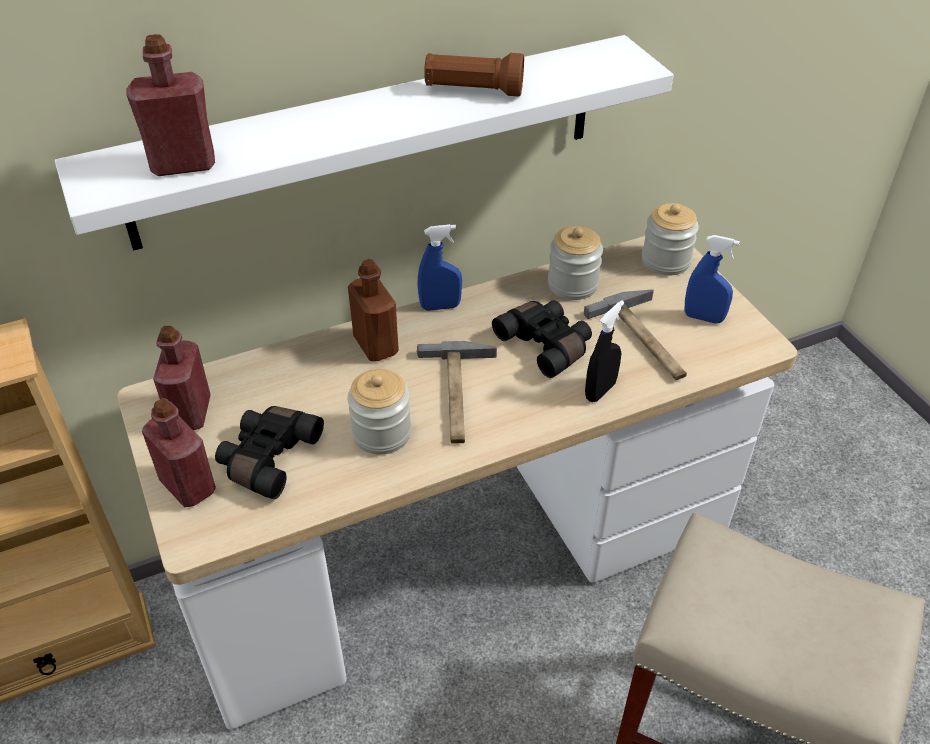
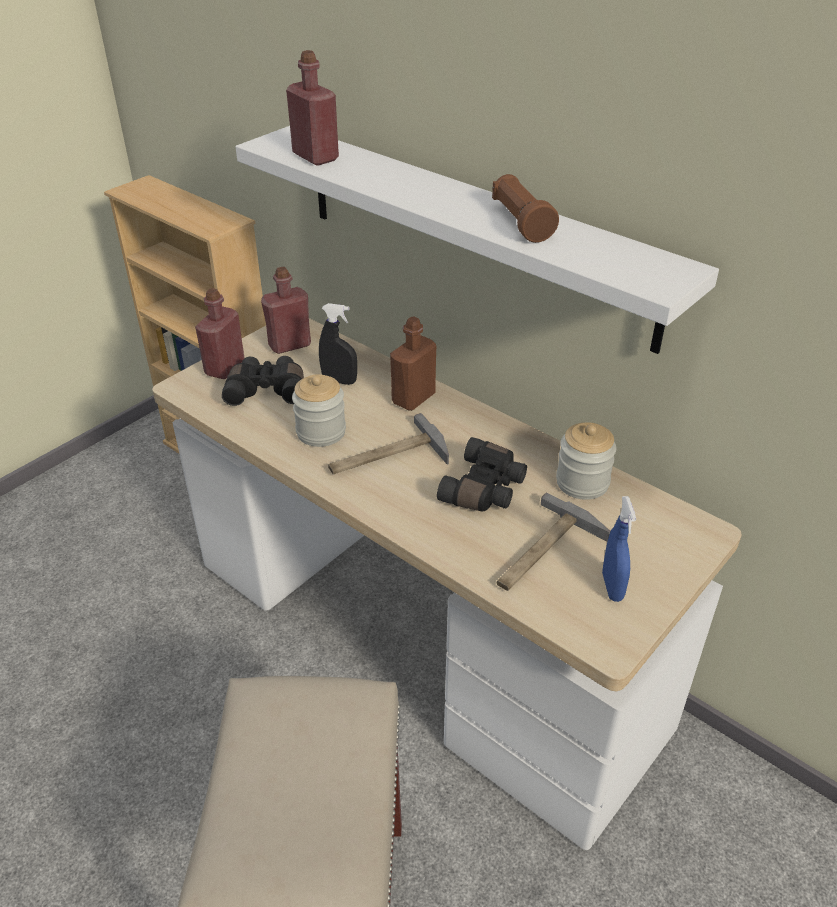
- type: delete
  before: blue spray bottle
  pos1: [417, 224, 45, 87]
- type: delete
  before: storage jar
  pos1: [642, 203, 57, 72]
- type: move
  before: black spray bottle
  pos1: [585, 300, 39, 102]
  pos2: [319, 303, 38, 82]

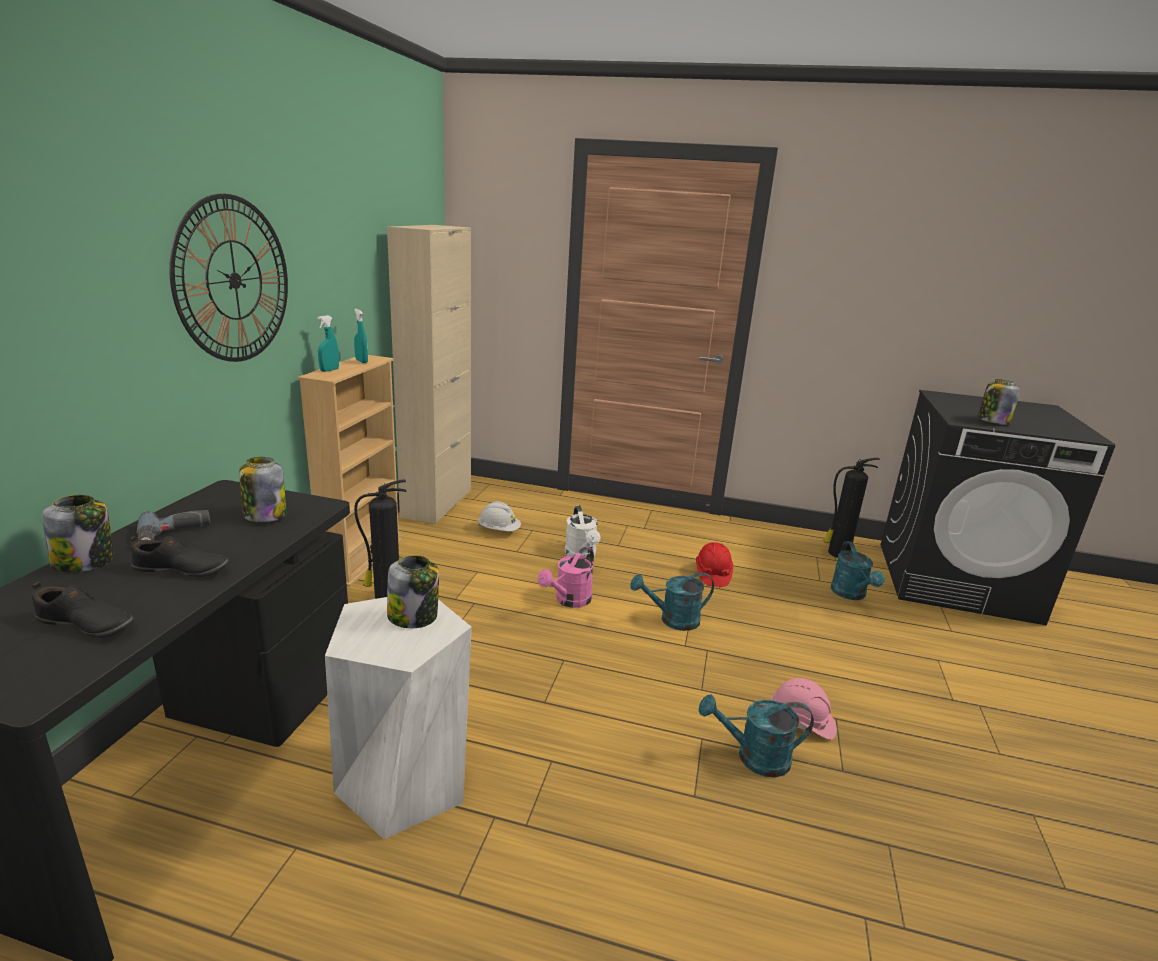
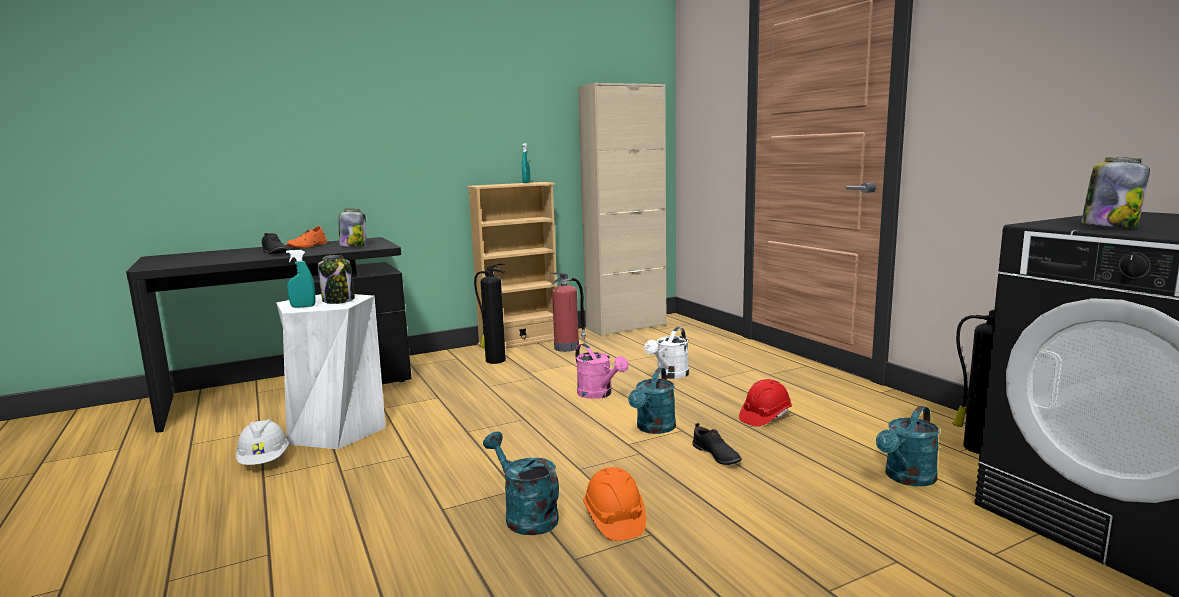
- type: delete
  before: storage jar
  pos1: [42, 495, 72, 78]
- type: delete
  before: hanging clock
  pos1: [169, 194, 119, 168]
- type: insert
  after: fire-fighting cylinder
  pos2: [550, 272, 36, 80]
- type: move
  before: black item of footwear
  pos1: [32, 582, 102, 56]
  pos2: [692, 423, 50, 42]
- type: move
  before: turquoise-coloured spray bottle
  pos1: [317, 315, 22, 57]
  pos2: [286, 250, 30, 57]
- type: move
  before: whitish safety helmet
  pos1: [478, 501, 43, 30]
  pos2: [236, 419, 53, 46]
- type: replace
  before: electric drill
  after: orange-coloured item of footwear
  pos1: [137, 510, 74, 30]
  pos2: [287, 226, 40, 22]
- type: recolor
  before: pink-coloured safety helmet
  after: orange-coloured safety helmet
  pos1: [771, 678, 66, 62]
  pos2: [583, 467, 63, 74]
- type: rotate
  before: pink-coloured watering can
  pos1: [538, 546, 56, 62]
  pos2: [575, 343, 53, 56]
  turn: -120
- type: rotate
  before: turquoise-coloured watering can
  pos1: [630, 573, 84, 58]
  pos2: [628, 368, 48, 66]
  turn: -105

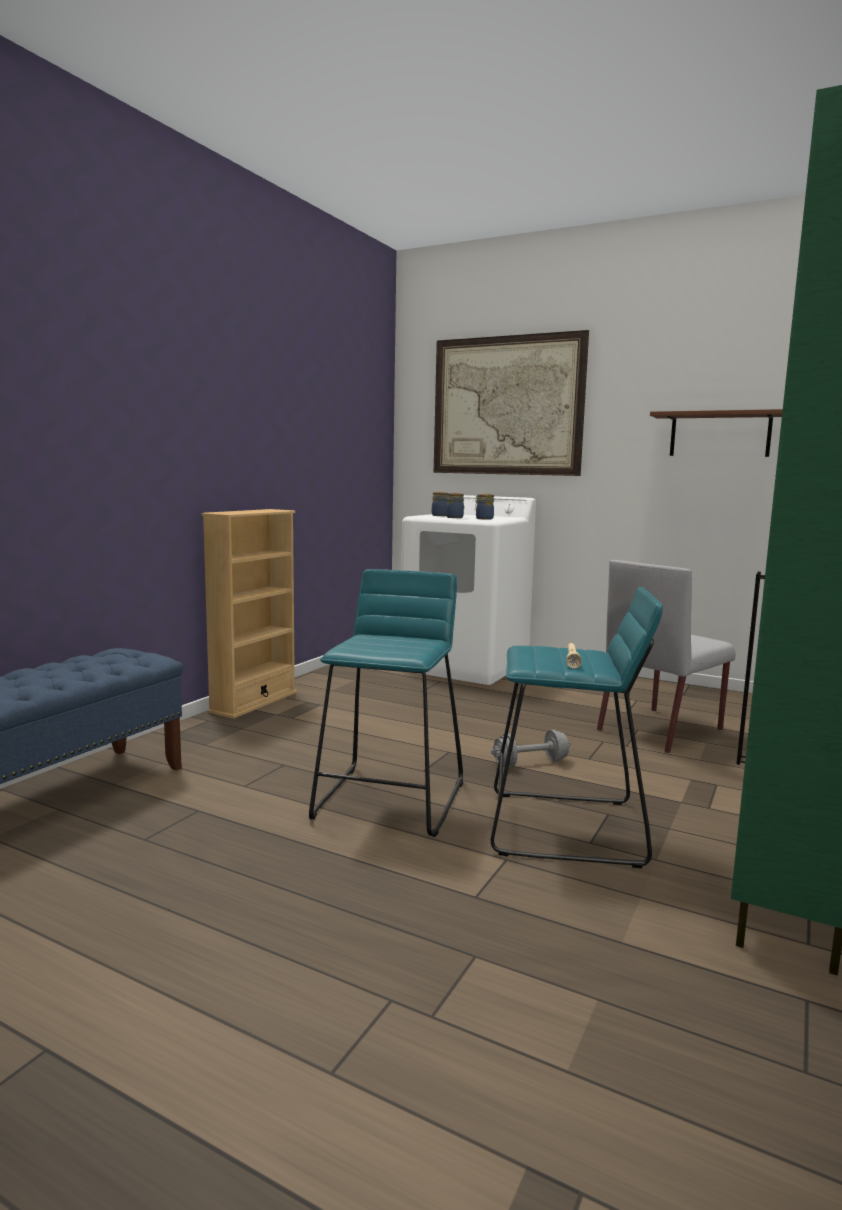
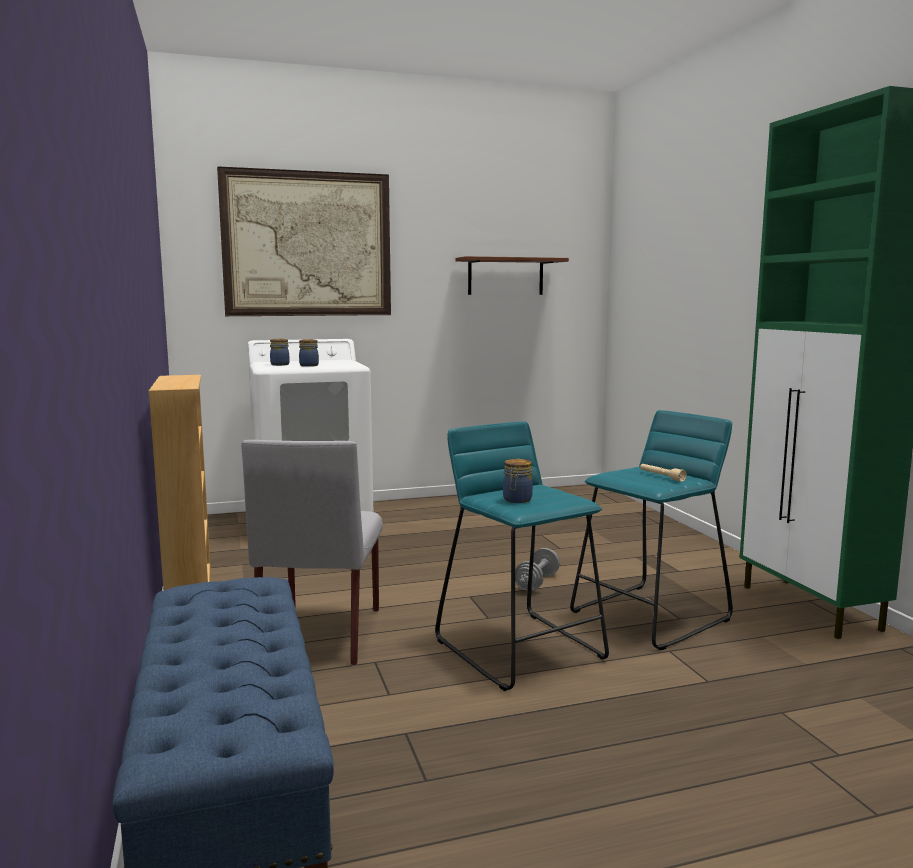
- type: move
  before: storage jar
  pos1: [475, 494, 19, 26]
  pos2: [503, 459, 30, 44]
- type: move
  before: gray chair
  pos1: [597, 560, 139, 194]
  pos2: [241, 440, 142, 226]

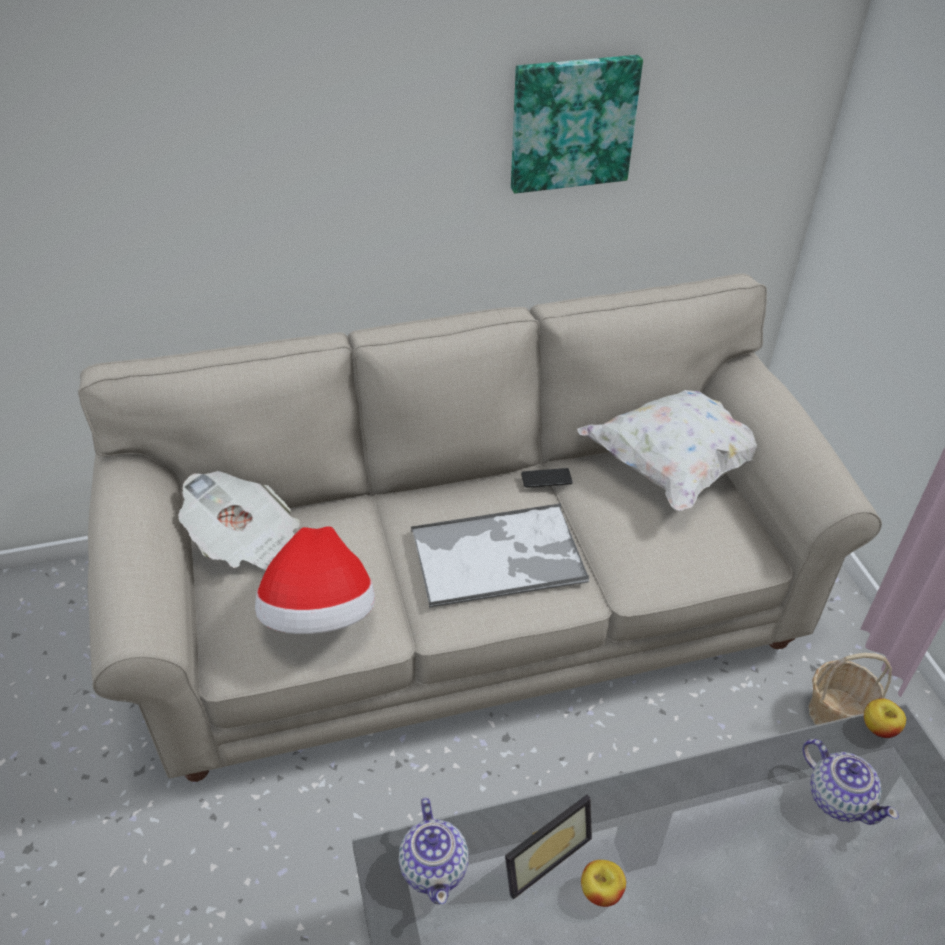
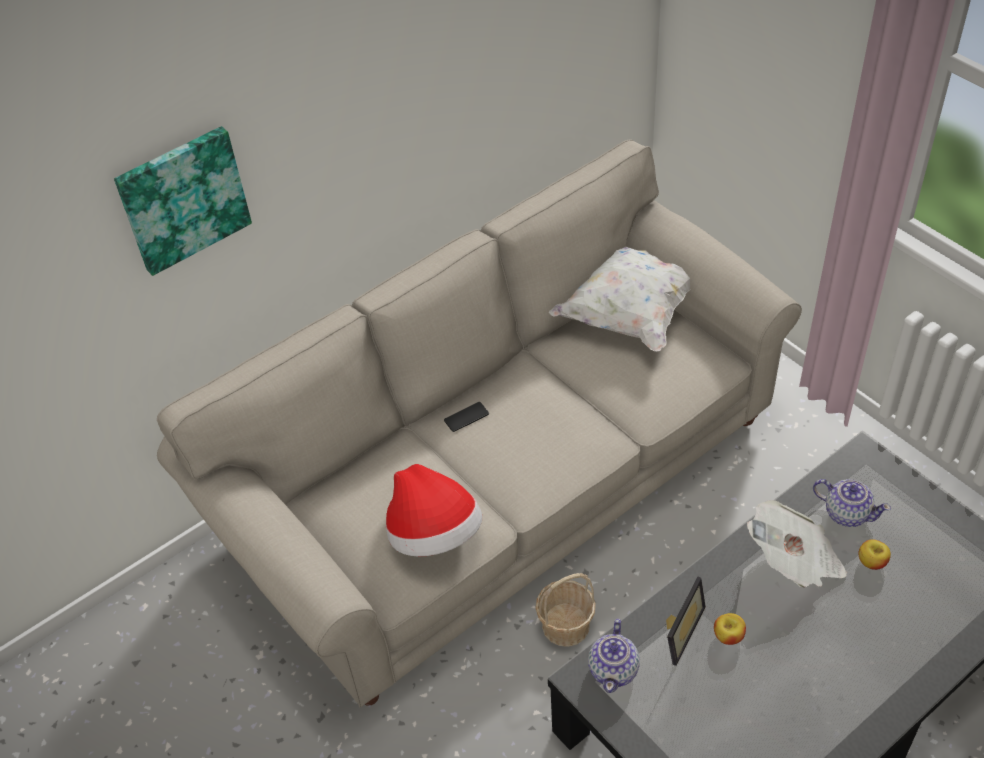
- type: delete
  before: carrying tray
  pos1: [411, 503, 178, 105]
- type: move
  before: printed paper
  pos1: [178, 471, 122, 99]
  pos2: [747, 500, 100, 88]
- type: move
  before: wall art
  pos1: [511, 55, 132, 139]
  pos2: [114, 126, 138, 150]
- type: move
  before: phone
  pos1: [521, 468, 52, 20]
  pos2: [444, 402, 45, 30]
- type: move
  before: basket
  pos1: [808, 653, 84, 72]
  pos2: [535, 573, 61, 74]
- type: move
  before: whole apple
  pos1: [864, 698, 42, 40]
  pos2: [858, 539, 33, 31]
- type: rotate
  before: tea pot
  pos1: [399, 797, 70, 107]
  pos2: [588, 619, 52, 74]
  turn: 45

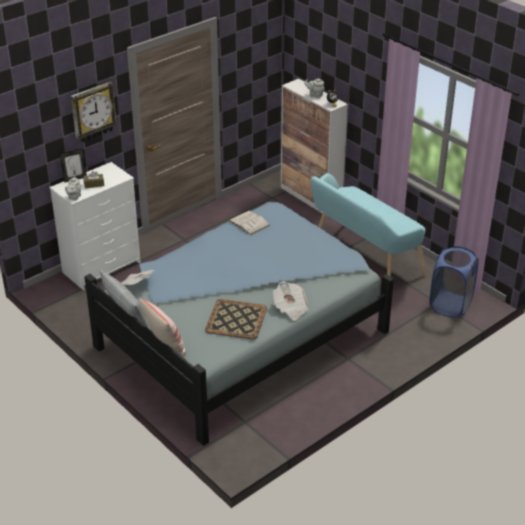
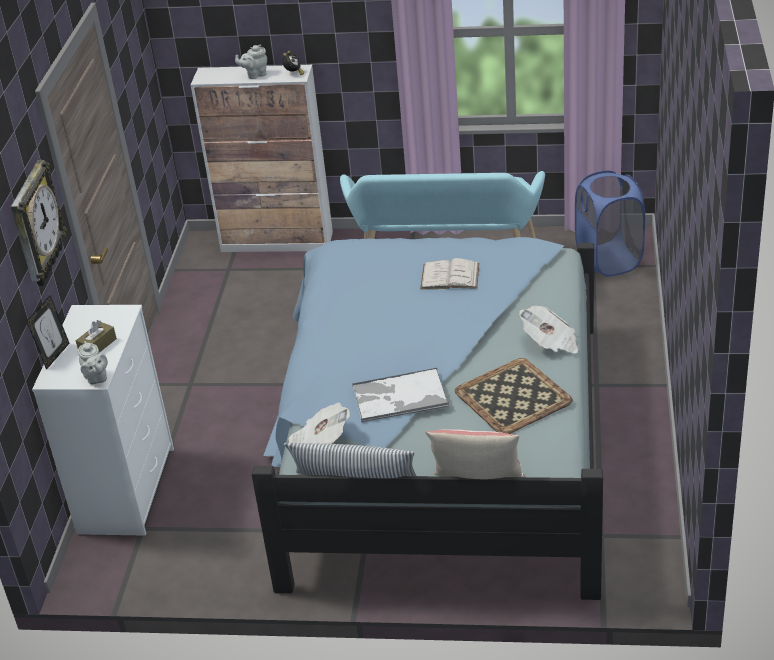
- type: insert
  after: carrying tray
  pos2: [352, 368, 97, 54]
- type: move
  before: whitish book
  pos1: [229, 211, 41, 24]
  pos2: [420, 258, 59, 31]

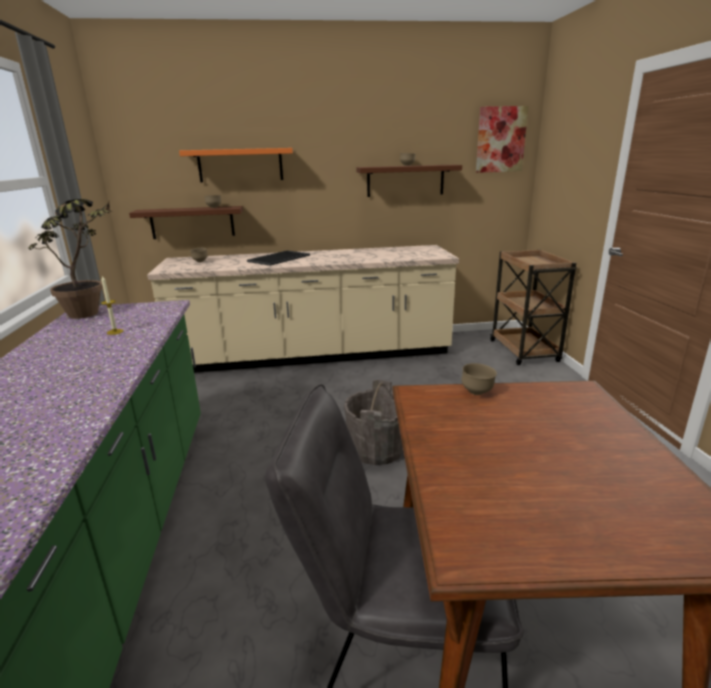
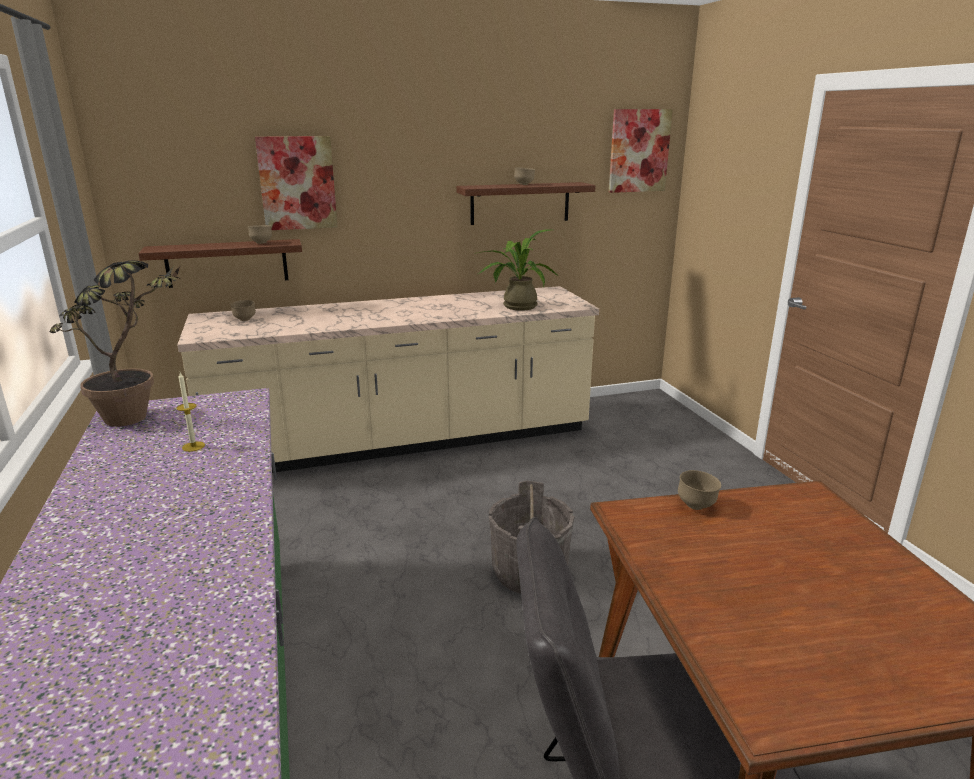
- type: delete
  before: carrying tray
  pos1: [247, 250, 63, 16]
- type: delete
  before: brown wheeled cart
  pos1: [490, 249, 87, 116]
- type: insert
  after: potted plant
  pos2: [478, 230, 79, 81]
- type: replace
  before: orange-coloured shelf
  after: wall art
  pos1: [179, 148, 114, 34]
  pos2: [255, 136, 83, 94]

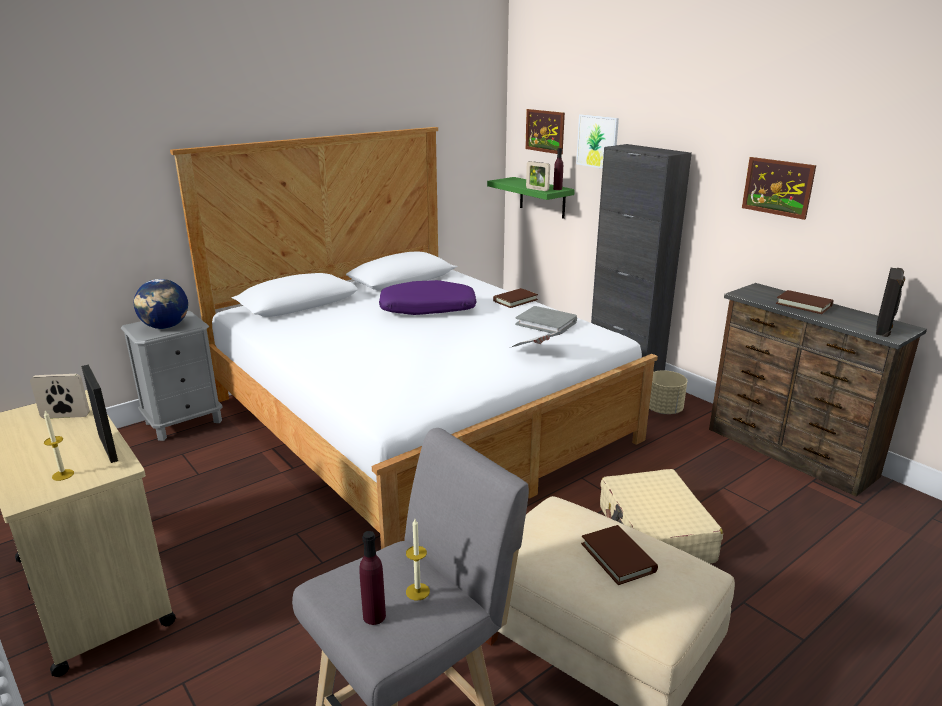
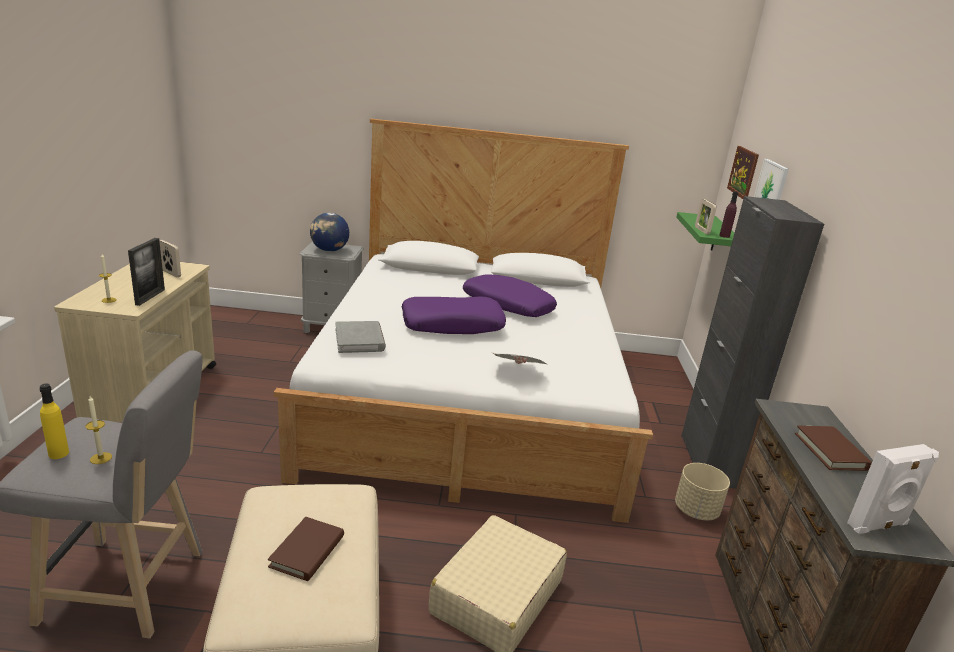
- type: delete
  before: brown book
  pos1: [493, 288, 45, 20]
- type: delete
  before: wall art
  pos1: [742, 157, 74, 63]
- type: insert
  after: purple-coloured cushion
  pos2: [402, 297, 104, 37]
- type: move
  before: gray book
  pos1: [515, 306, 62, 27]
  pos2: [335, 321, 51, 32]
- type: recolor
  before: purple-coloured beverage bottle
  after: yellowish beverage bottle
  pos1: [359, 531, 27, 94]
  pos2: [39, 384, 30, 75]
- type: recolor
  before: black audio speaker
  after: whitish audio speaker
  pos1: [876, 268, 29, 69]
  pos2: [847, 444, 92, 90]

